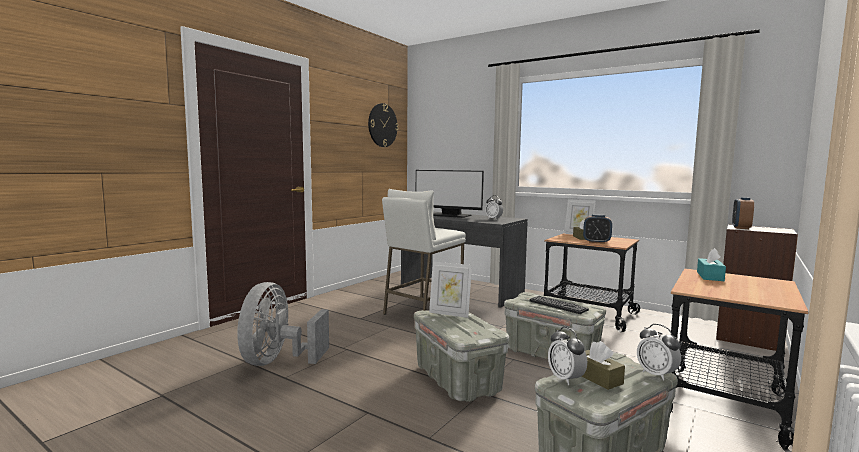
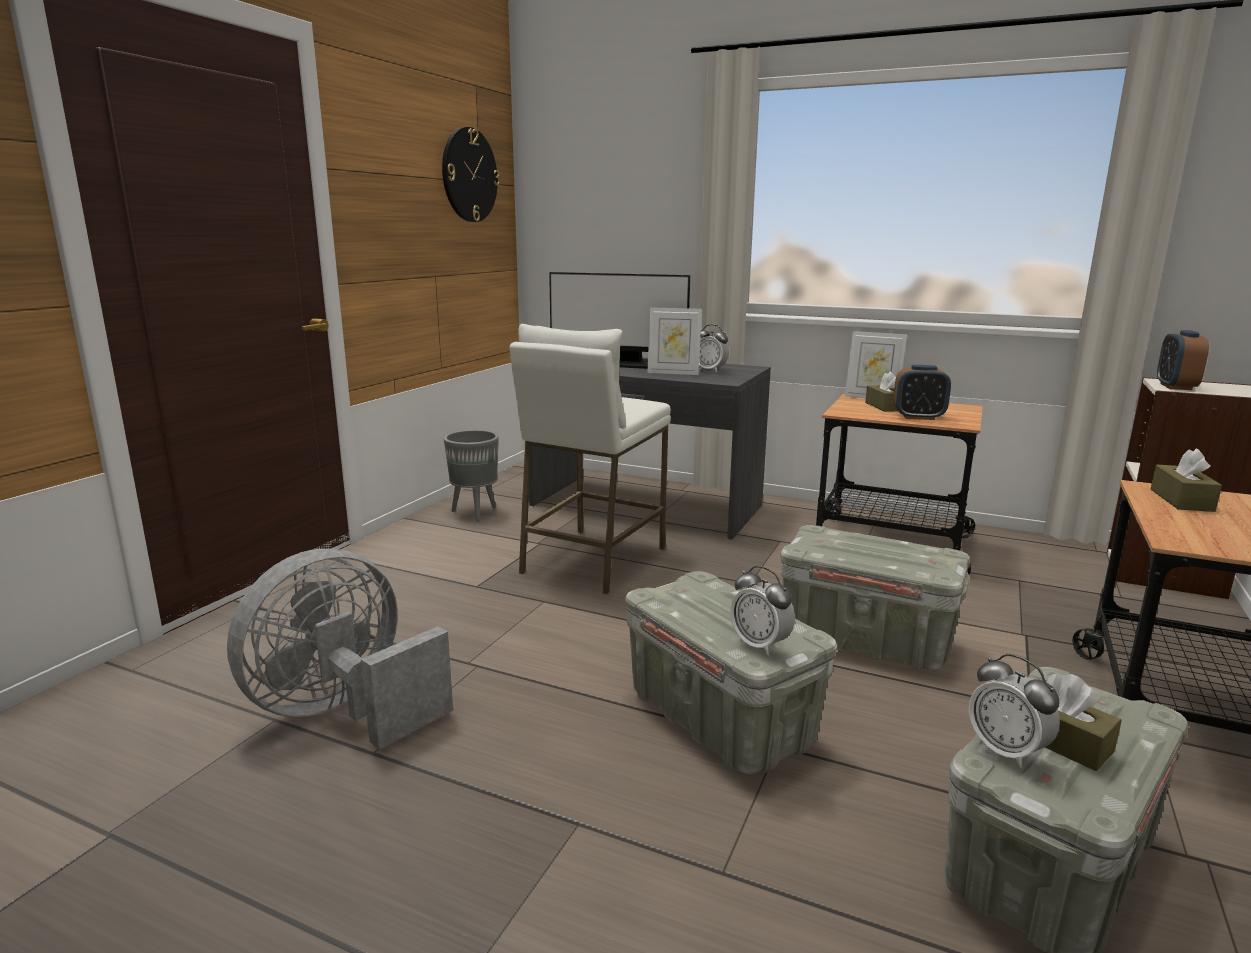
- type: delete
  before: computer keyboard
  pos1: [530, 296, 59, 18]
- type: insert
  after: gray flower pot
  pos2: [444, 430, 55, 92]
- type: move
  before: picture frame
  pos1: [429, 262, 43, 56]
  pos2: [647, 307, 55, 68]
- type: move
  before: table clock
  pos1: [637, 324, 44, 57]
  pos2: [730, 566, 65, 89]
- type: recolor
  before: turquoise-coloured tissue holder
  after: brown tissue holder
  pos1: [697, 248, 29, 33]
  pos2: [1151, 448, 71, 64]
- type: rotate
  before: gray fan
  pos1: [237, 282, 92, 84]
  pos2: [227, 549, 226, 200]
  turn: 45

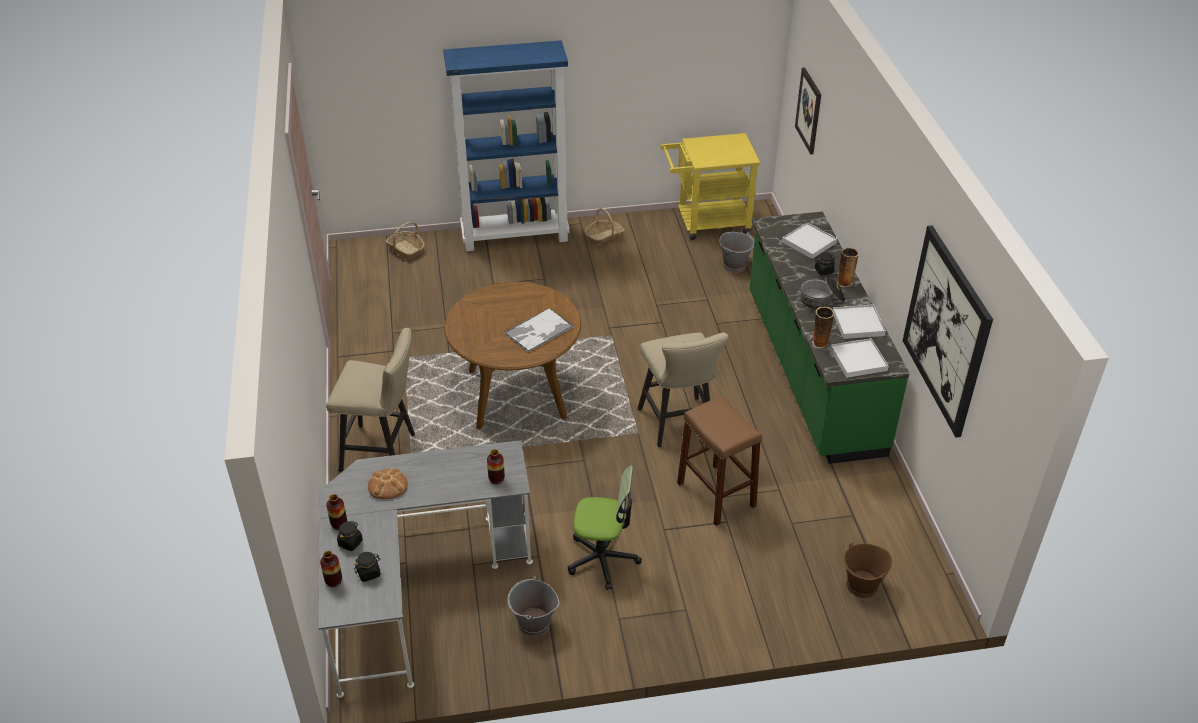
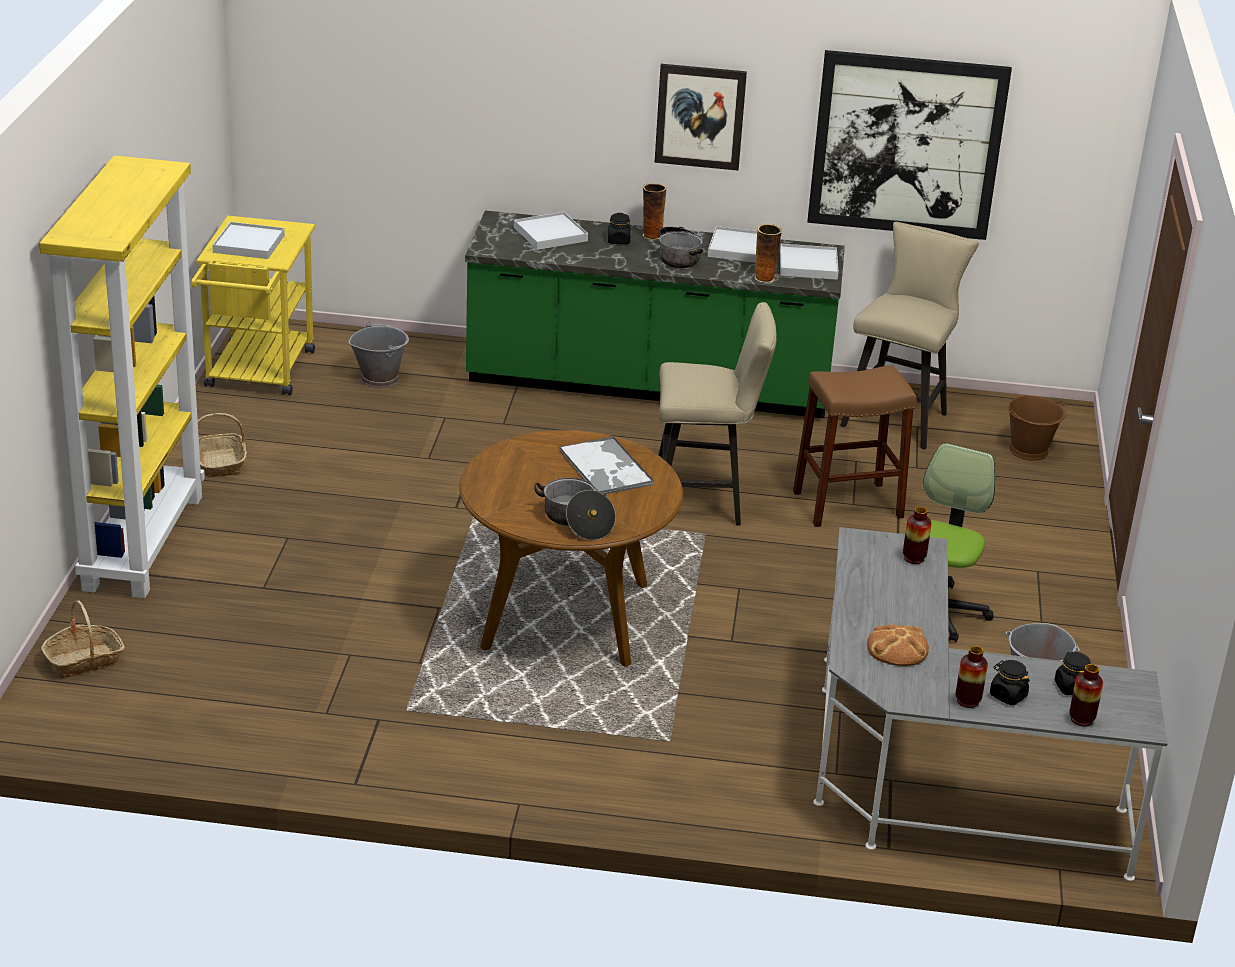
- type: insert
  after: whitish carrying tray
  pos2: [212, 222, 73, 37]
- type: insert
  after: stockpot
  pos2: [534, 478, 82, 62]
- type: move
  before: beige-coloured stool
  pos1: [326, 328, 89, 144]
  pos2: [840, 222, 139, 228]
- type: move
  before: wall art
  pos1: [795, 67, 26, 88]
  pos2: [655, 64, 92, 107]
- type: recolor
  before: blue bookcase
  after: yellowish bookcase
  pos1: [443, 41, 127, 210]
  pos2: [39, 156, 166, 442]

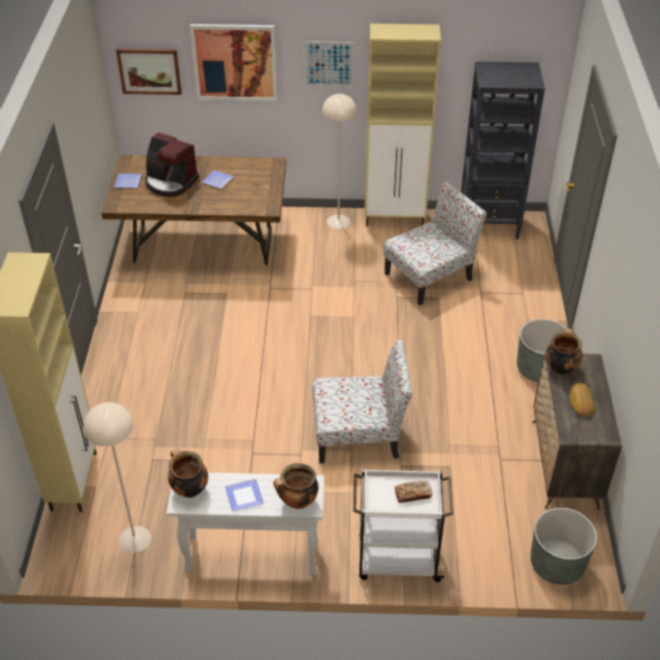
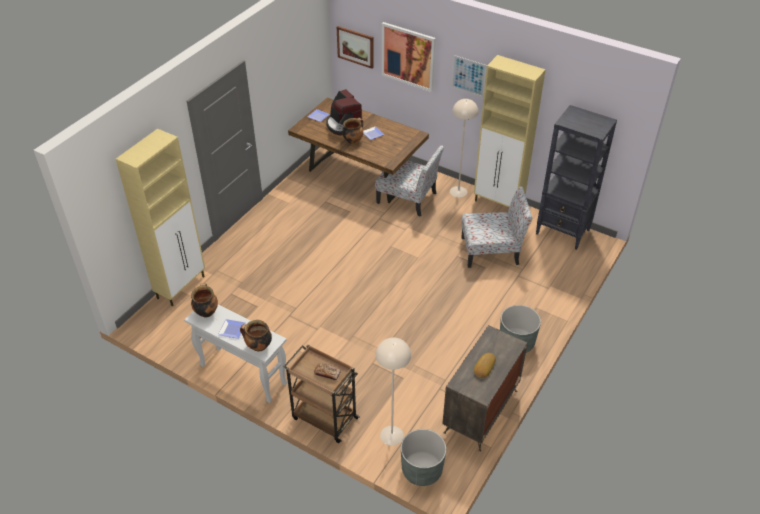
- type: move
  before: beige-coloured standing lamp
  pos1: [83, 402, 68, 151]
  pos2: [376, 337, 35, 109]
- type: move
  before: chair
  pos1: [312, 339, 100, 124]
  pos2: [375, 145, 69, 72]
- type: move
  before: stockpot
  pos1: [546, 328, 37, 47]
  pos2: [342, 118, 21, 26]
- type: recolor
  before: whitish wheeled cart
  after: brown wheeled cart
  pos1: [353, 469, 100, 113]
  pos2: [283, 345, 77, 98]

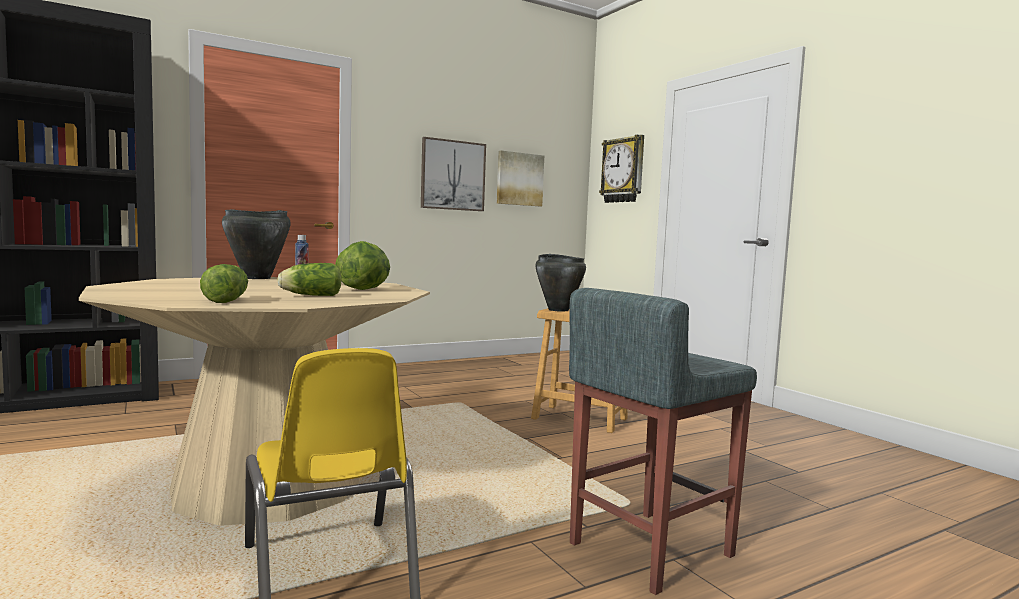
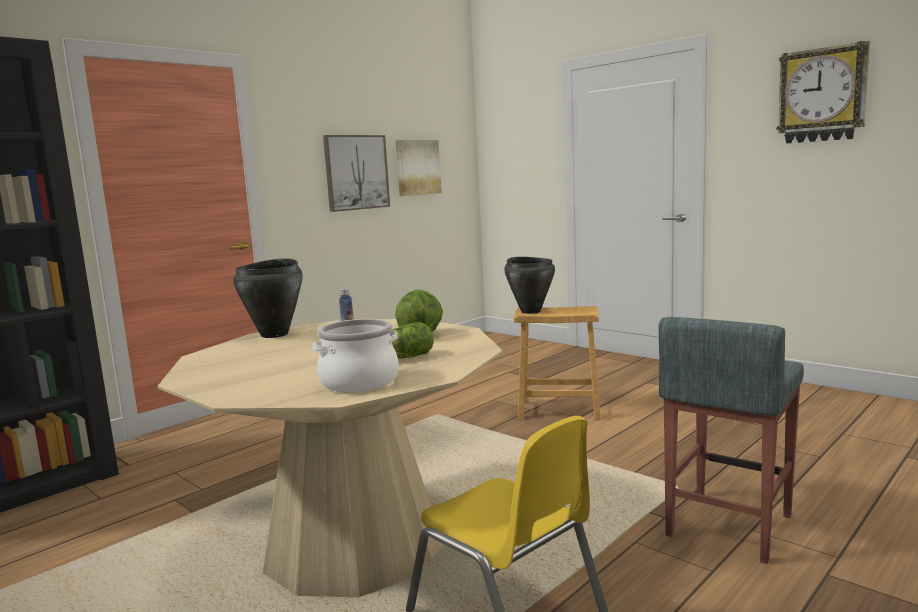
- type: move
  before: hanging clock
  pos1: [599, 135, 45, 68]
  pos2: [777, 41, 93, 102]
- type: replace
  before: lettuce head
  after: stockpot
  pos1: [200, 264, 48, 39]
  pos2: [313, 319, 86, 74]

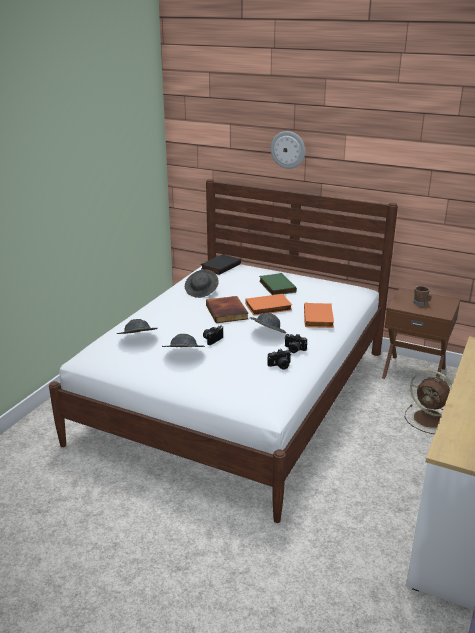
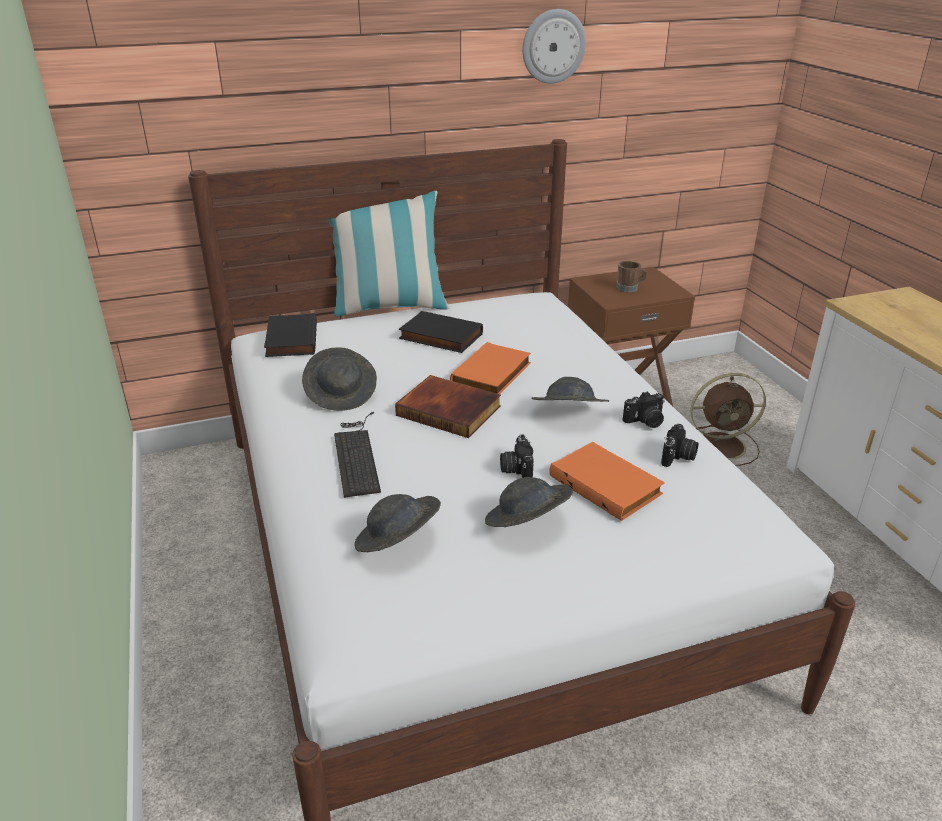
- type: insert
  after: cushion
  pos2: [328, 191, 122, 125]
- type: insert
  after: computer keyboard
  pos2: [334, 412, 47, 86]
- type: move
  before: hanging clock
  pos1: [271, 131, 34, 38]
  pos2: [522, 9, 64, 75]
- type: move
  before: orange-coloured book
  pos1: [304, 303, 30, 25]
  pos2: [549, 442, 116, 79]
- type: recolor
  before: green-coloured book
  after: black book
  pos1: [259, 273, 38, 22]
  pos2: [399, 311, 84, 42]

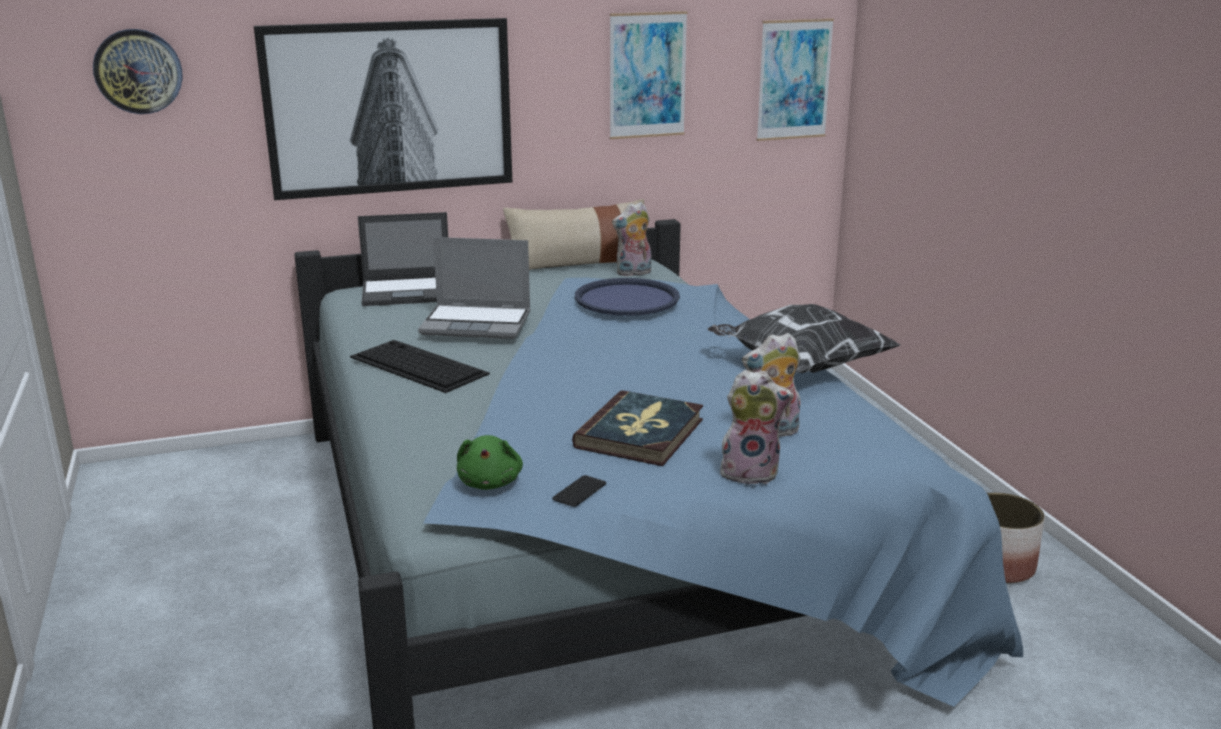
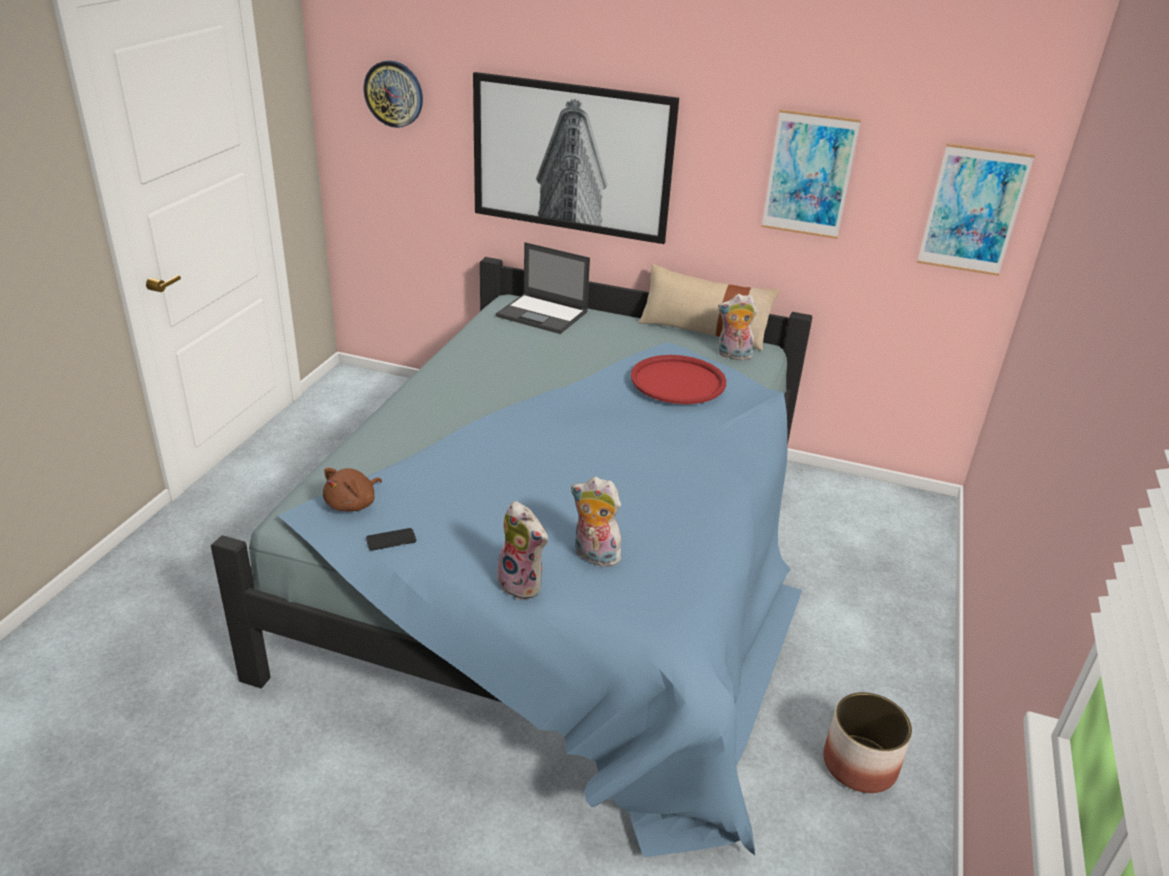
- type: delete
  before: computer keyboard
  pos1: [350, 340, 140, 53]
- type: delete
  before: notebook computer
  pos1: [418, 237, 113, 102]
- type: delete
  before: book
  pos1: [572, 390, 131, 76]
- type: delete
  before: cushion
  pos1: [708, 304, 192, 69]
- type: recolor
  before: green-coloured plush toy
  after: brown plush toy
  pos1: [457, 435, 66, 55]
  pos2: [323, 468, 59, 44]
- type: recolor
  before: blue carrying tray
  after: red carrying tray
  pos1: [575, 278, 105, 38]
  pos2: [631, 355, 95, 49]

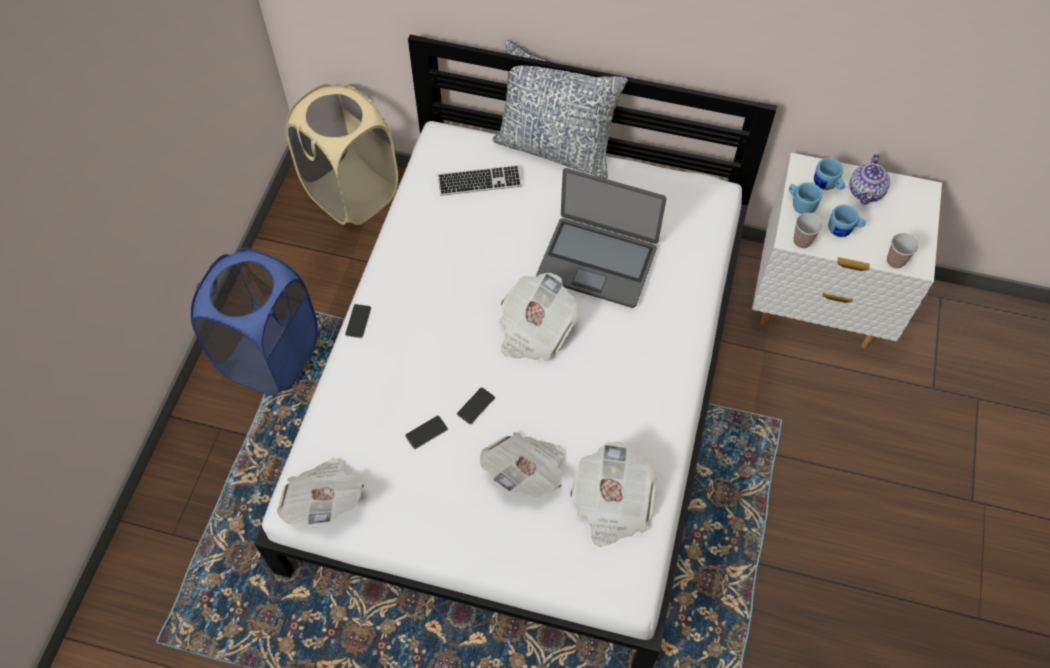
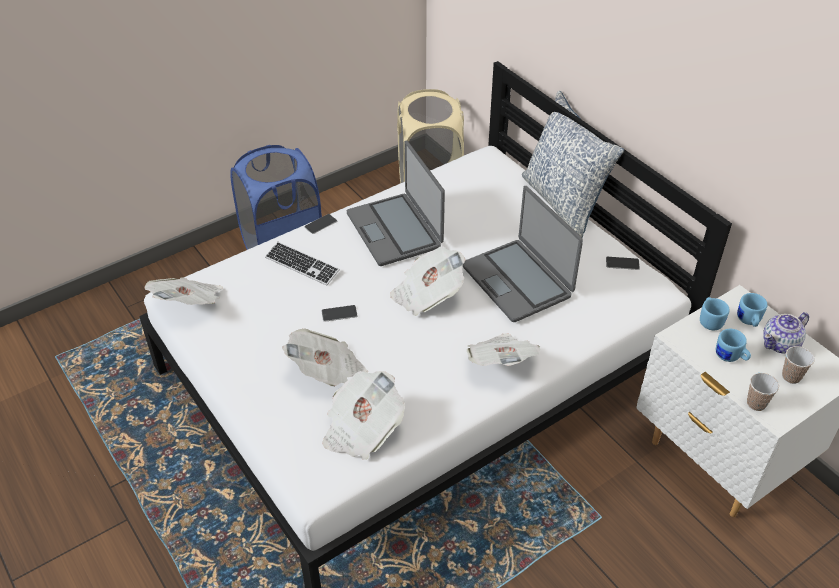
- type: insert
  after: notebook computer
  pos2: [347, 140, 98, 126]
- type: insert
  after: printed paper
  pos2: [467, 333, 73, 33]
- type: move
  before: phone
  pos1: [405, 415, 43, 34]
  pos2: [606, 257, 34, 13]
- type: move
  before: computer keyboard
  pos1: [438, 165, 84, 31]
  pos2: [265, 242, 75, 44]
- type: move
  before: small cup
  pos1: [794, 213, 29, 35]
  pos2: [782, 346, 33, 38]

